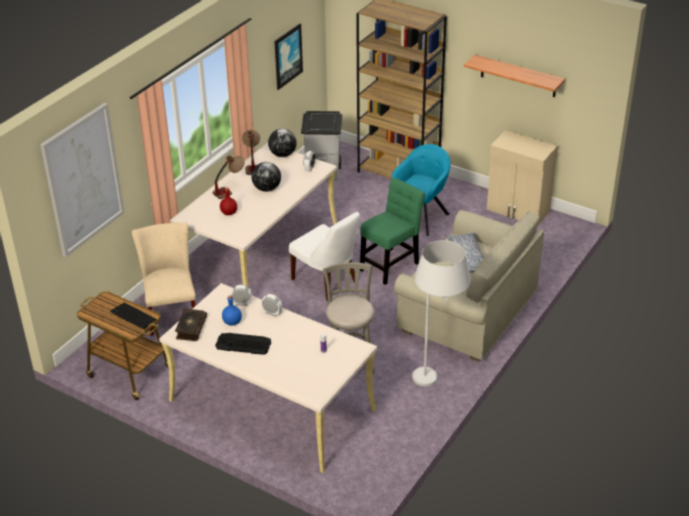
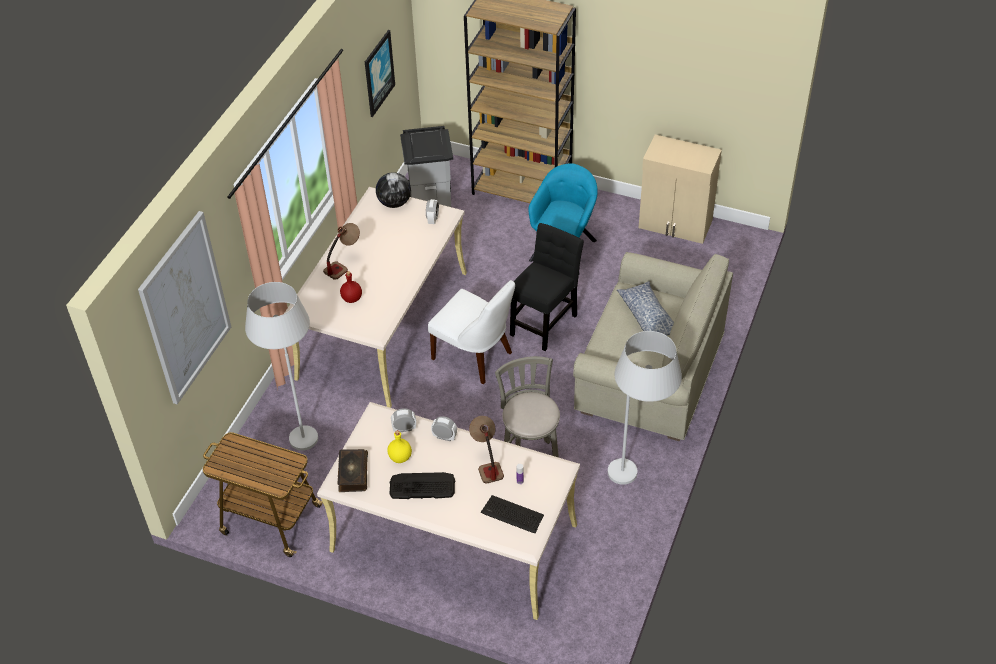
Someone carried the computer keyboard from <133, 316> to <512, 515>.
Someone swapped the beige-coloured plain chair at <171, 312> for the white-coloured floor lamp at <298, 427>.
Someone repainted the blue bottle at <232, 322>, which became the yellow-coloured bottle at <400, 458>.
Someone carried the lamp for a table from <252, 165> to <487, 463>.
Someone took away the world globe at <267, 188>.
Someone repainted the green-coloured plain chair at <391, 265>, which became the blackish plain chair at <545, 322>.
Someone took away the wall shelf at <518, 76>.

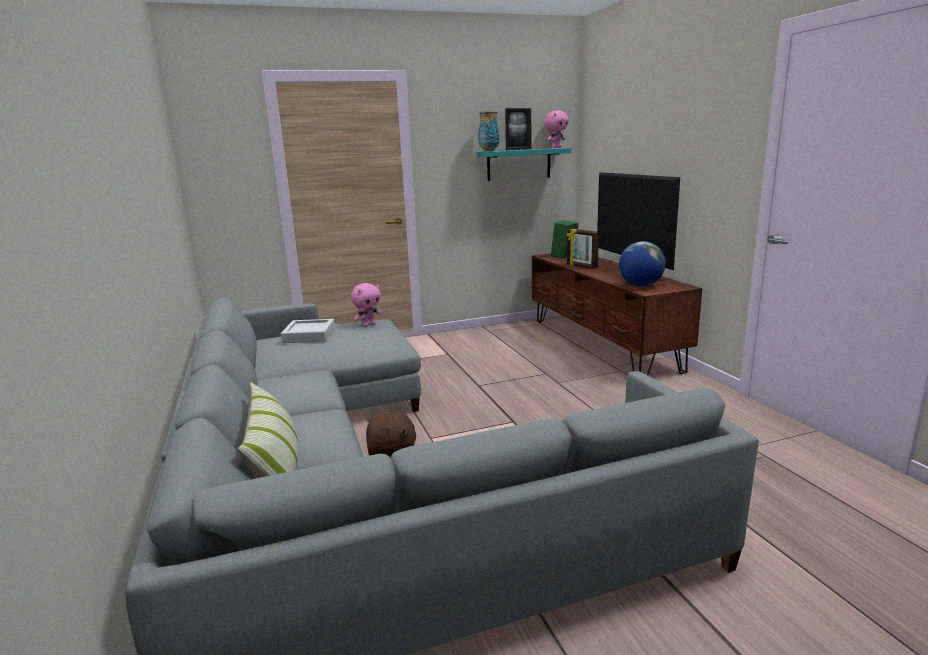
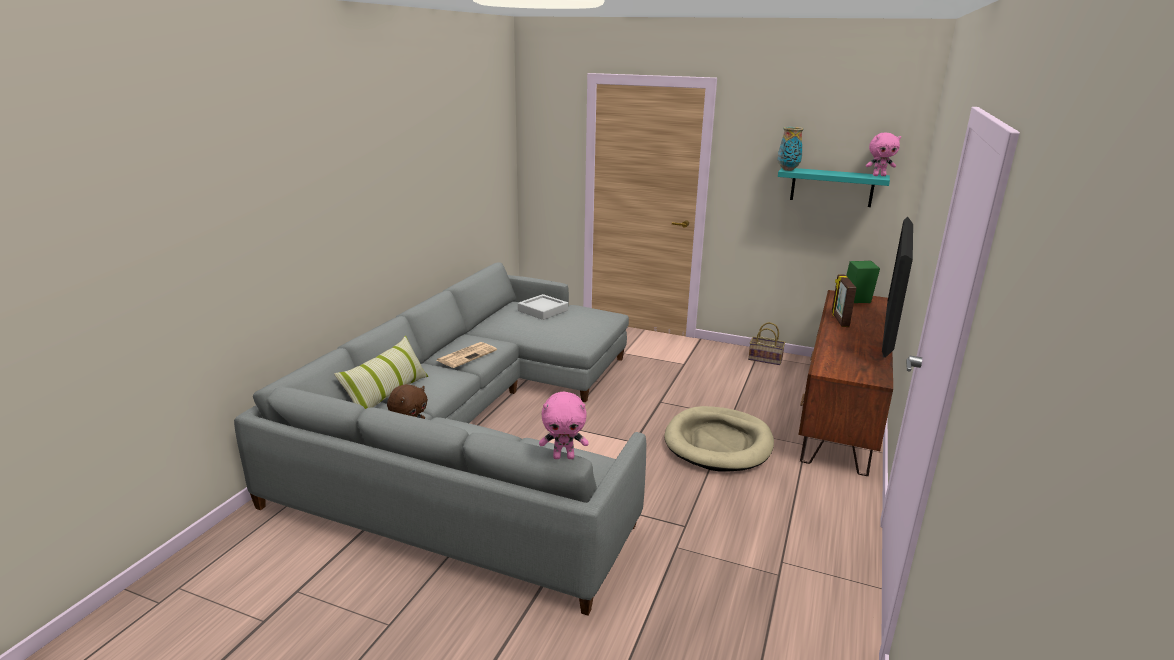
Someone carried the pink-coloured plush toy from <368, 325> to <564, 457>.
Someone took away the picture frame at <518, 149>.
Someone took away the world globe at <640, 285>.
Someone put down the printed paper at <467, 355>.
Someone put down the beige-coloured dog bed at <718, 443>.
Someone put down the storage basket at <766, 359>.

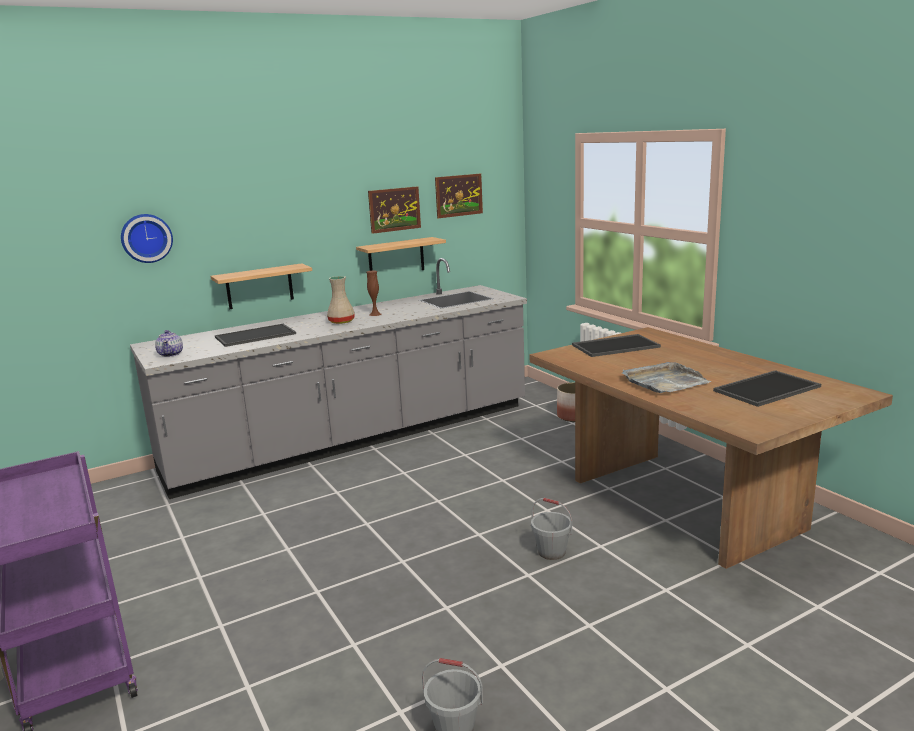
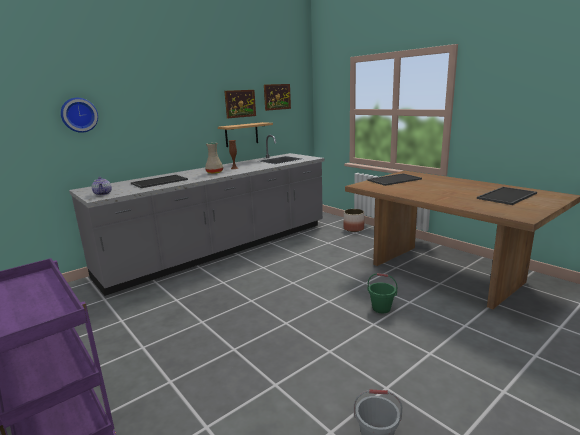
Someone took away the wall shelf at <259, 286>.
Someone repainted the greyish pail at <552, 552>, which became the green-coloured pail at <381, 308>.
Someone took away the greyish carrying tray at <664, 381>.

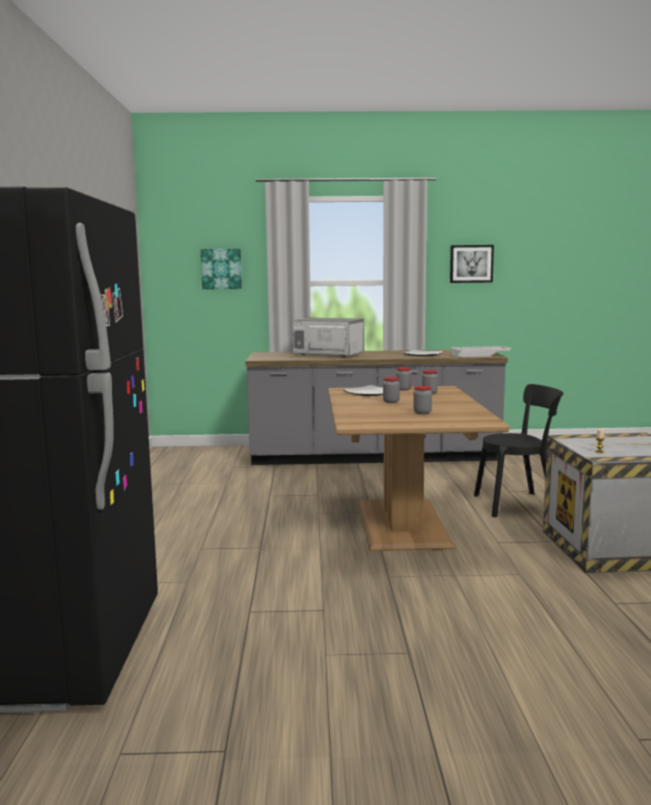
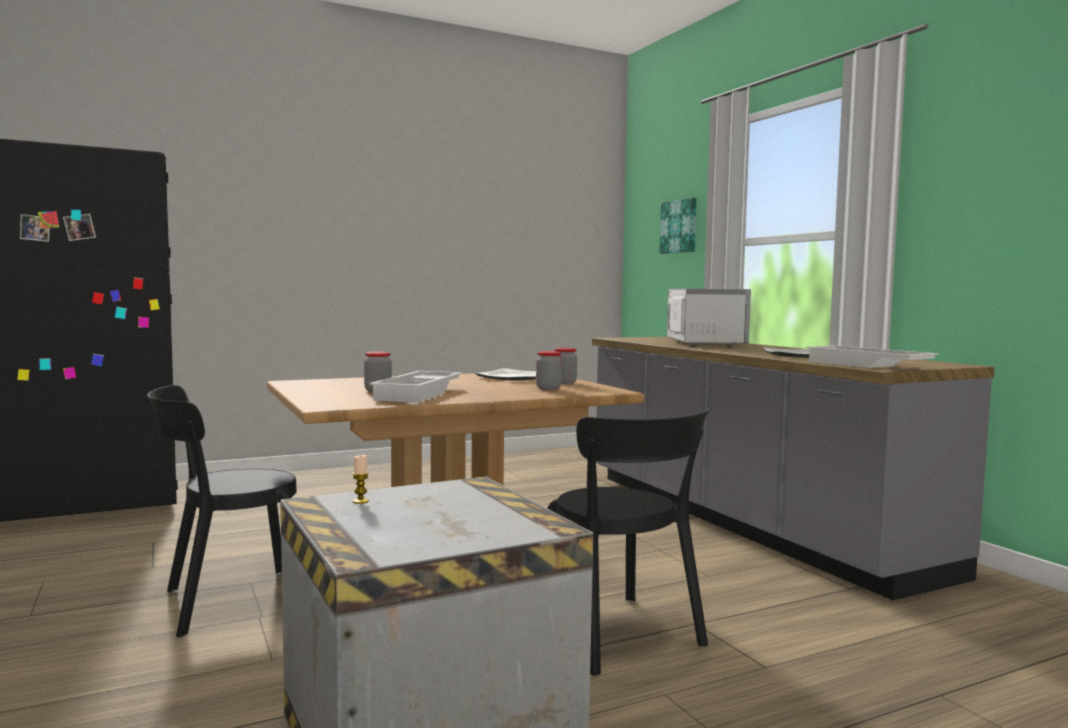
Someone took away the storage jar at <391, 401>.
Someone took away the wall picture at <471, 264>.
Someone put down the blackish plain chair at <227, 602>.
Someone put down the white-coloured carrying tray at <420, 394>.

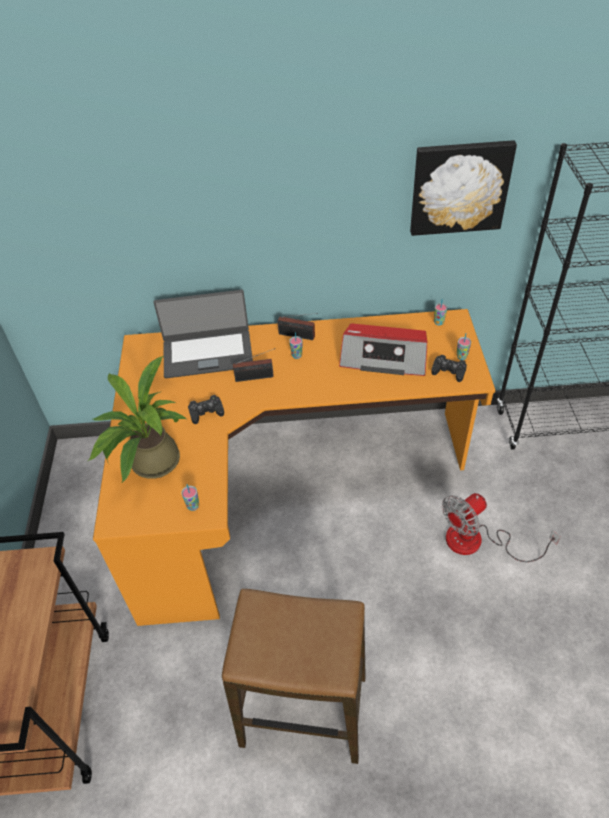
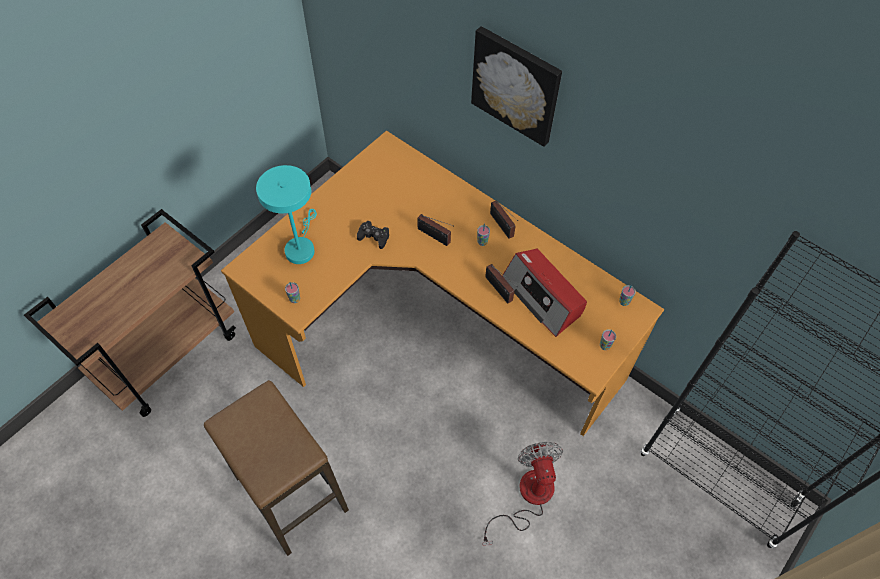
Someone swapped the potted plant at <150, 465> for the turquoise lamp for a table at <300, 247>.
Someone took away the notebook computer at <207, 353>.
Someone carried the wall picture from <459, 187> to <516, 85>.
Someone took away the blackish joypad at <448, 371>.
Someone rotated the fan at <477, 542> by 75 degrees clockwise.
Someone put down the radio at <499, 290>.

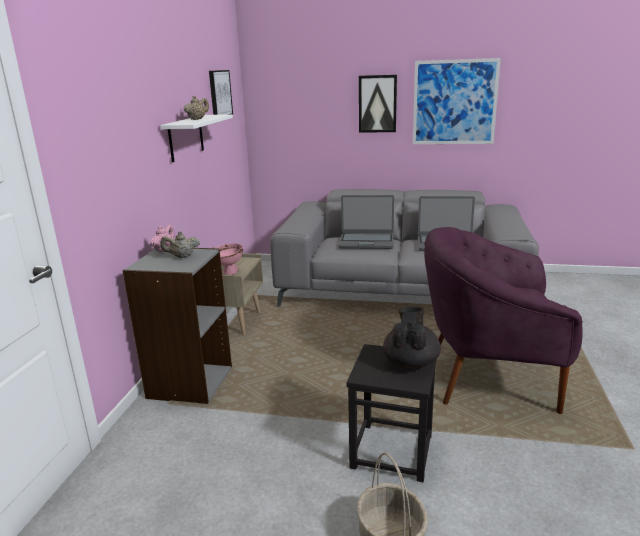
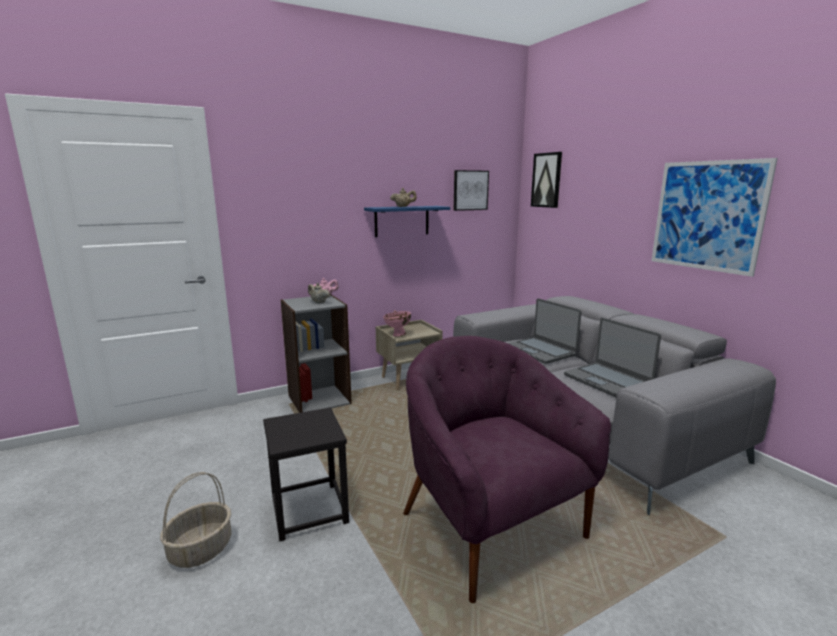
Someone repainted the white-coloured wall shelf at <186, 137>, which became the blue wall shelf at <402, 221>.
Someone carried the wall picture from <377, 104> to <546, 180>.
Someone took away the blackish pot for tea at <411, 362>.

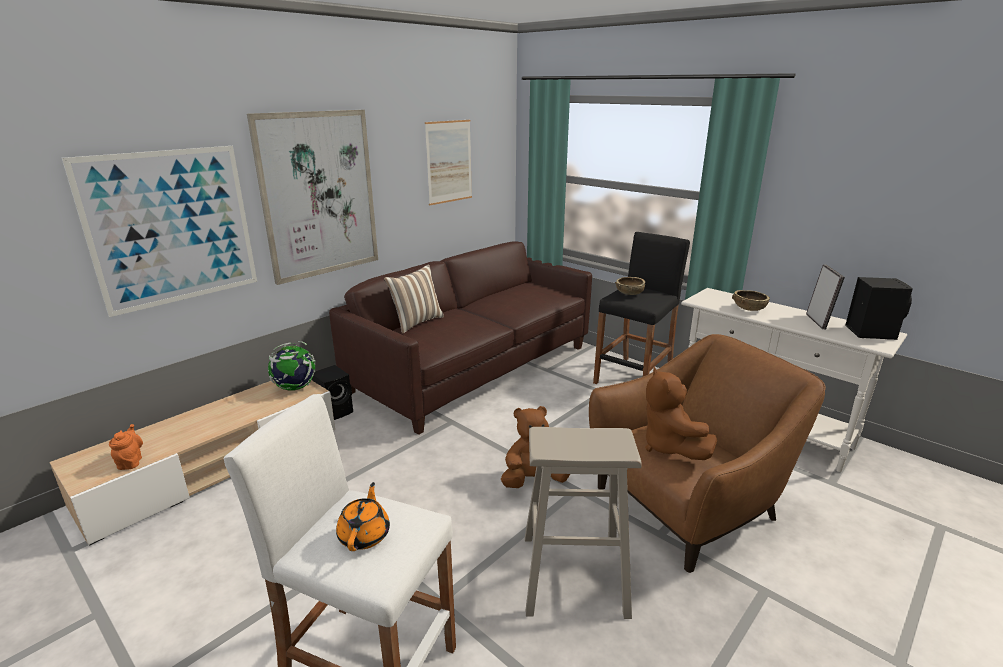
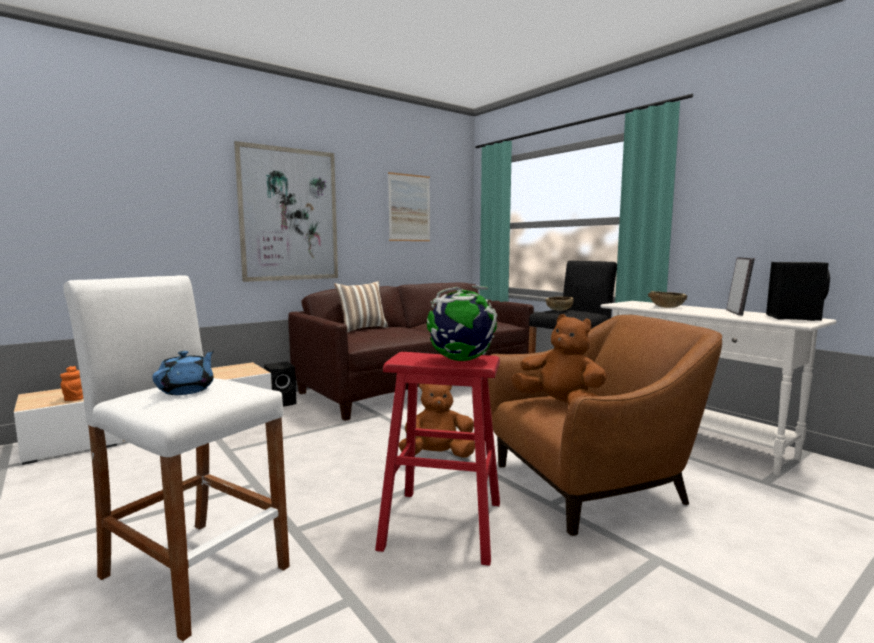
Someone took away the wall picture at <172, 228>.
Someone carried the world globe from <295, 388> to <461, 360>.
Someone repainted the orange-coloured pot for tea at <365, 535>, which became the blue pot for tea at <187, 390>.
Someone repainted the beige-coloured stool at <573, 574>, which became the red stool at <442, 525>.
Someone rotated the brownish plush toy at <669, 446> by 135 degrees clockwise.

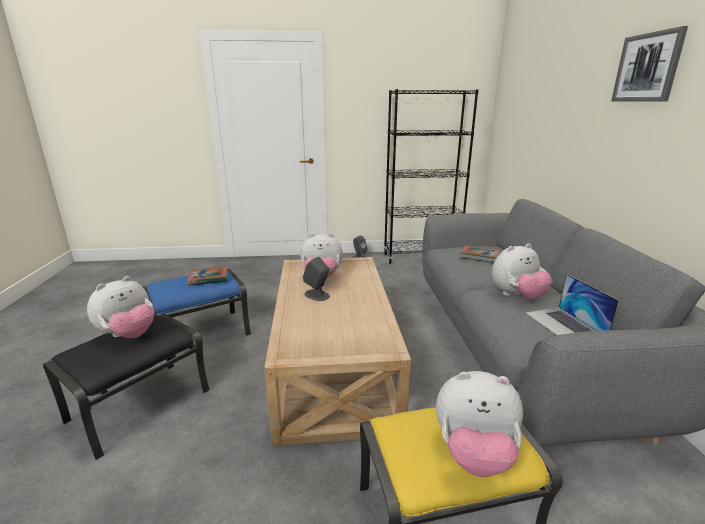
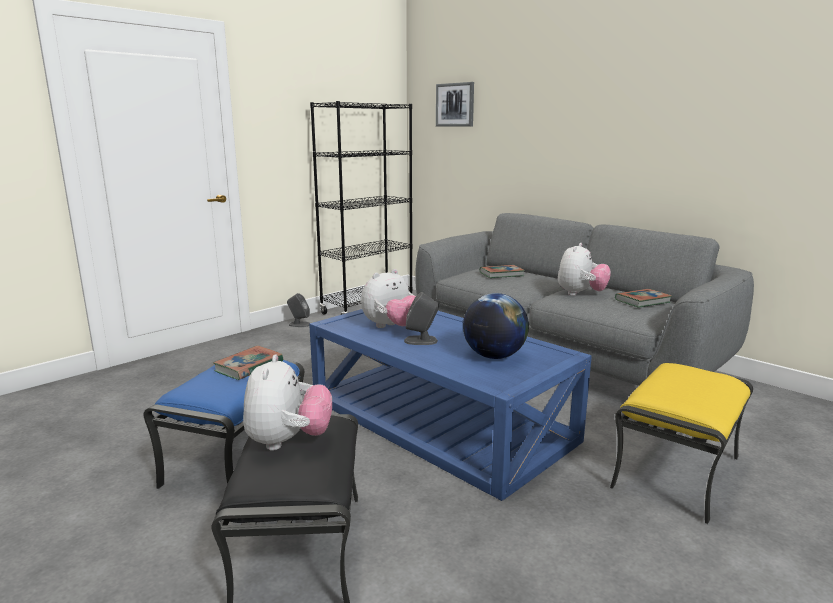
Someone repainted the beige-coloured low table at <335, 361>, which became the blue low table at <440, 419>.
Someone took away the plush toy at <474, 454>.
Someone swapped the notebook computer at <565, 325> for the bound book at <642, 301>.
Someone carried the wall picture from <647, 67> to <455, 105>.
Someone put down the world globe at <494, 356>.

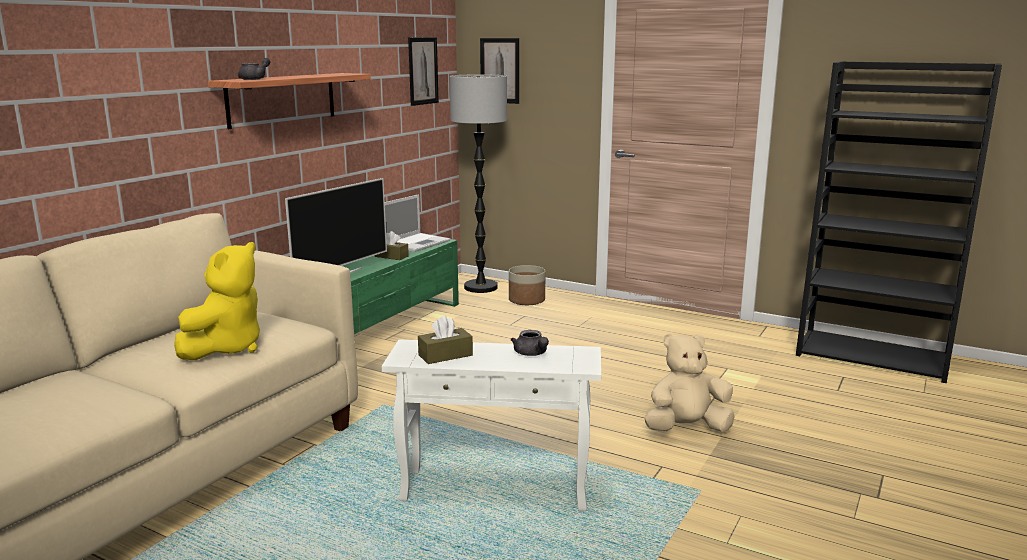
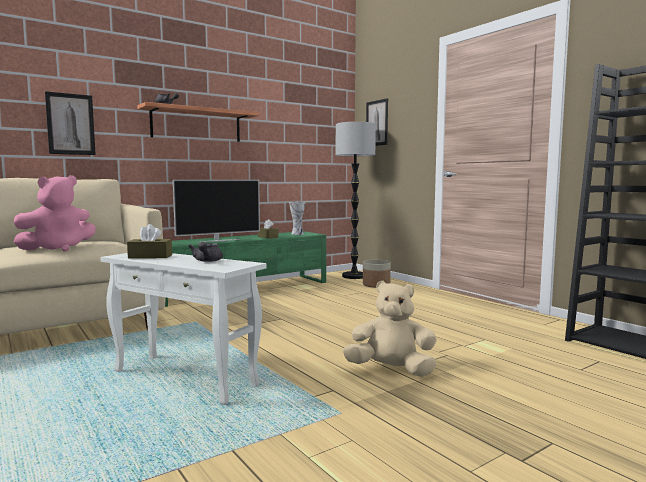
Someone repainted the yellow-coloured plush toy at <226, 348>, which became the pink-coloured plush toy at <58, 249>.
Someone swapped the notebook computer at <417, 242> for the vase at <297, 234>.
Someone carried the wall picture from <423, 71> to <70, 124>.

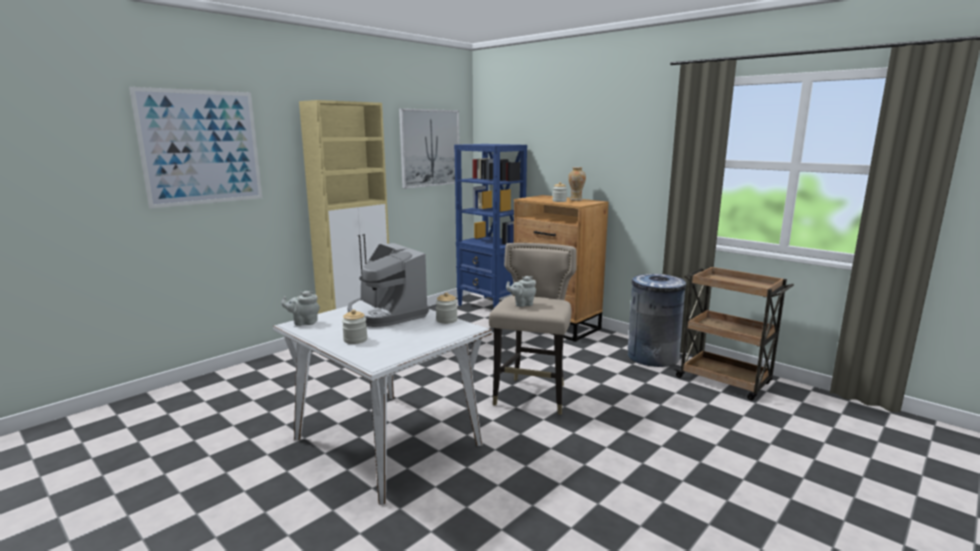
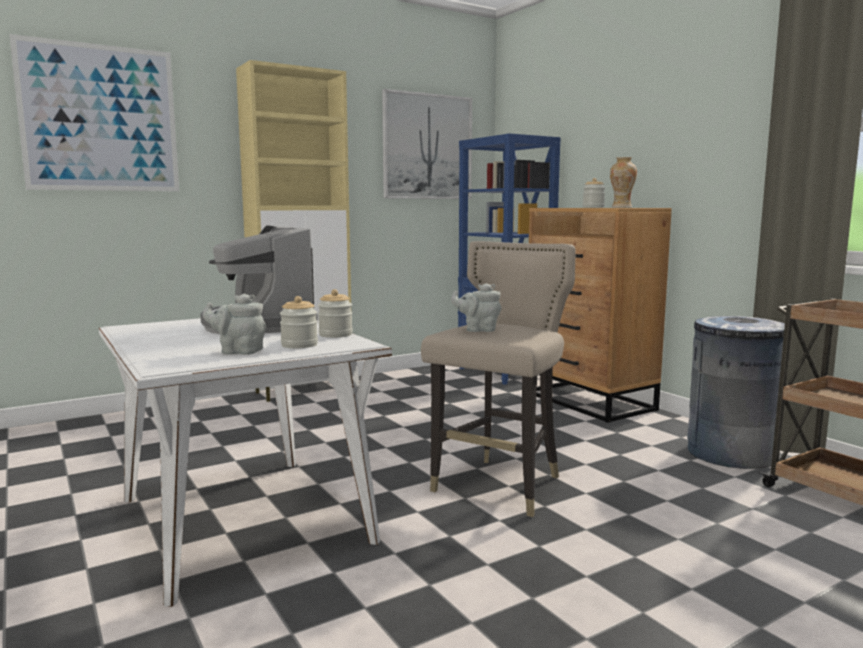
Someone carried the greyish pot for tea from <304, 322> to <238, 351>.
Someone carried the storage jar from <355, 340> to <299, 345>.

